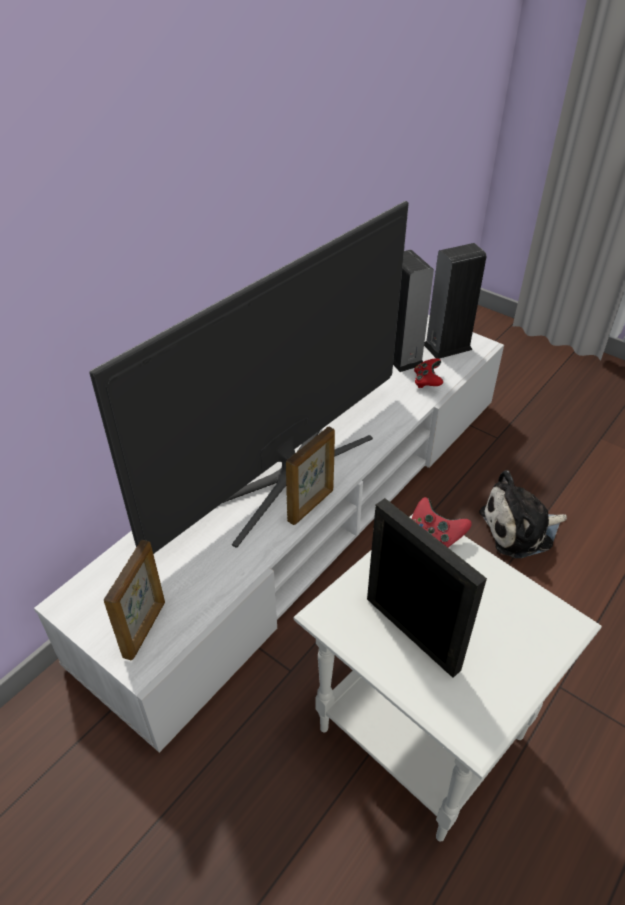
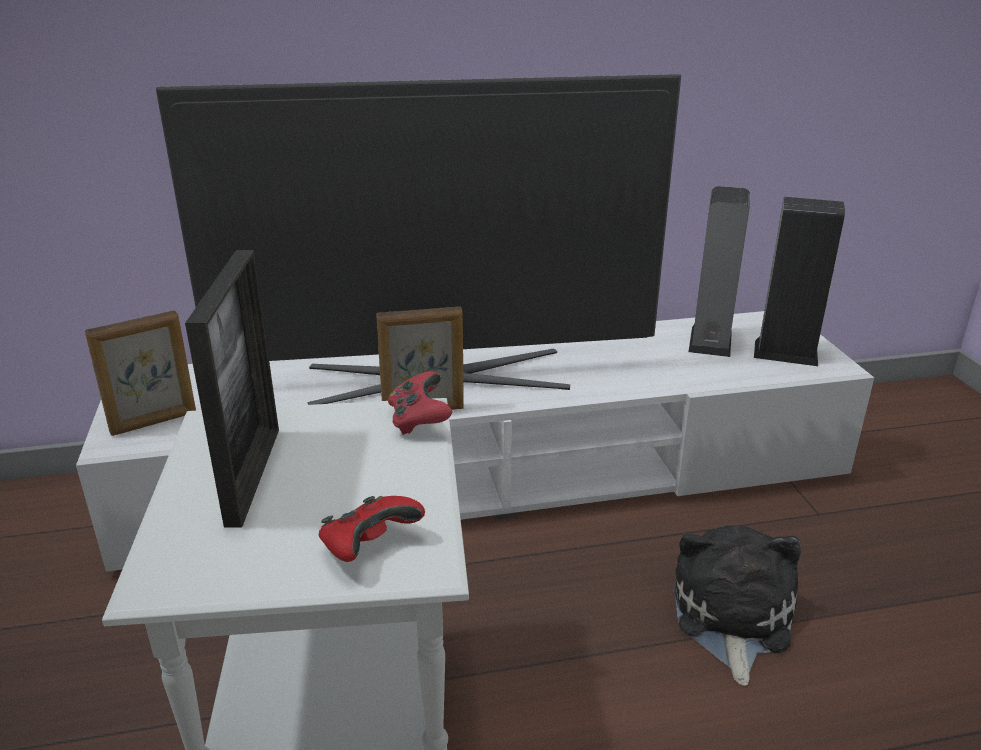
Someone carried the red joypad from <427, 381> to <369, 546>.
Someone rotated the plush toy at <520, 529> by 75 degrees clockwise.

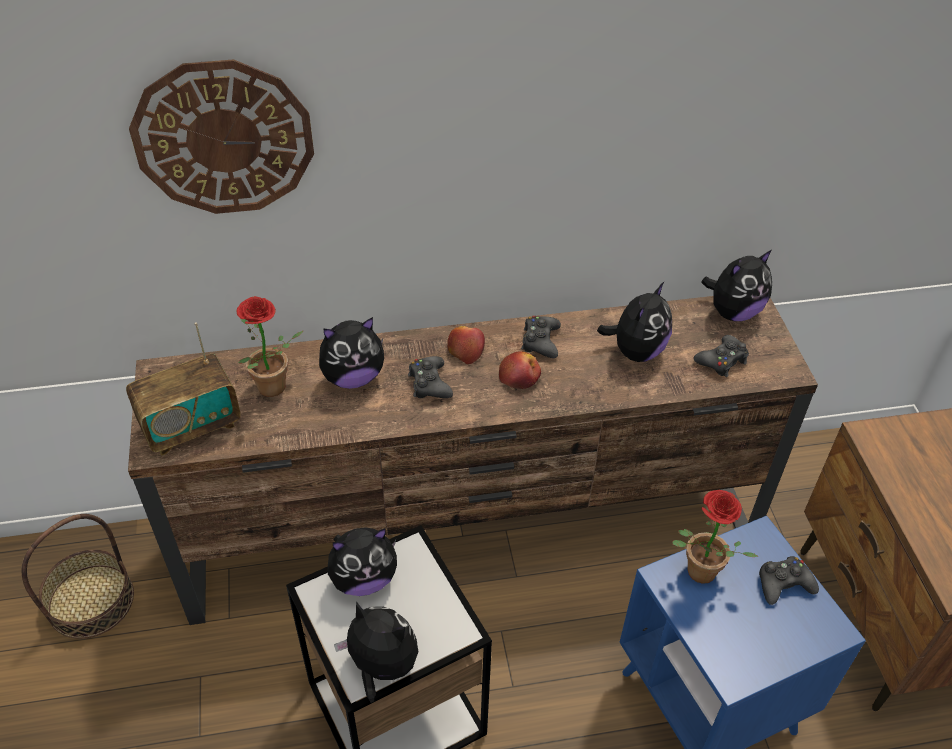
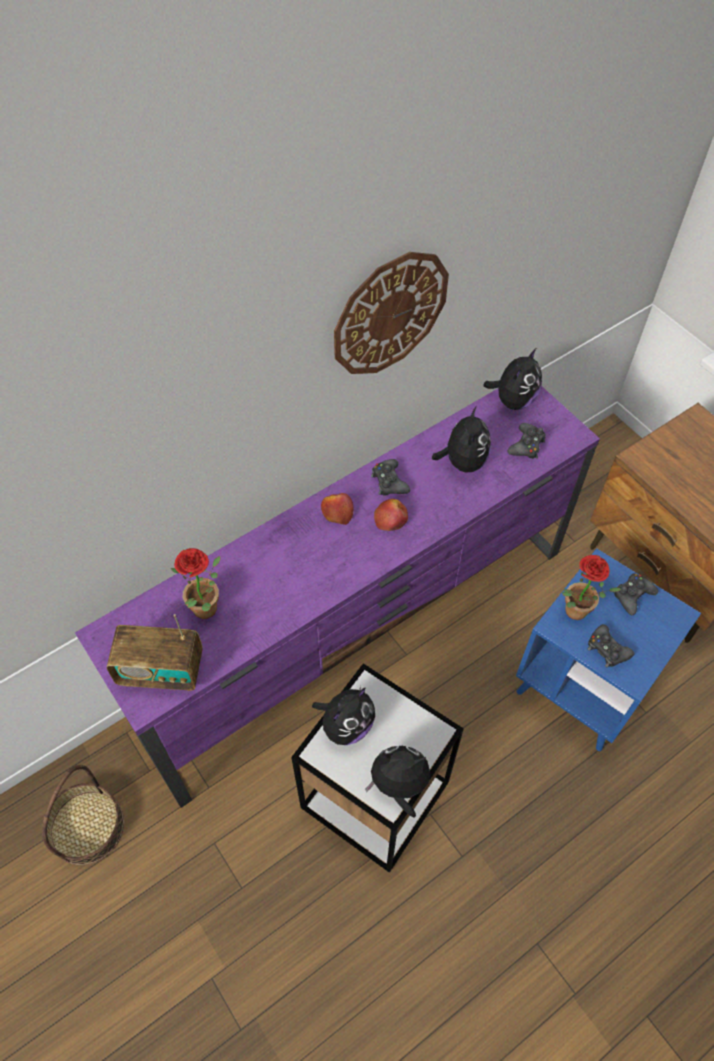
Someone rotated the radio at <191, 426> by 60 degrees clockwise.
Someone repainted the brownish tv stand at <475, 533>, which became the purple tv stand at <358, 634>.
Someone carried the clock on the wall from <224, 138> to <390, 313>.
Someone took away the plush toy at <353, 377>.
Someone carried the blackish joypad from <429, 383> to <607, 649>.

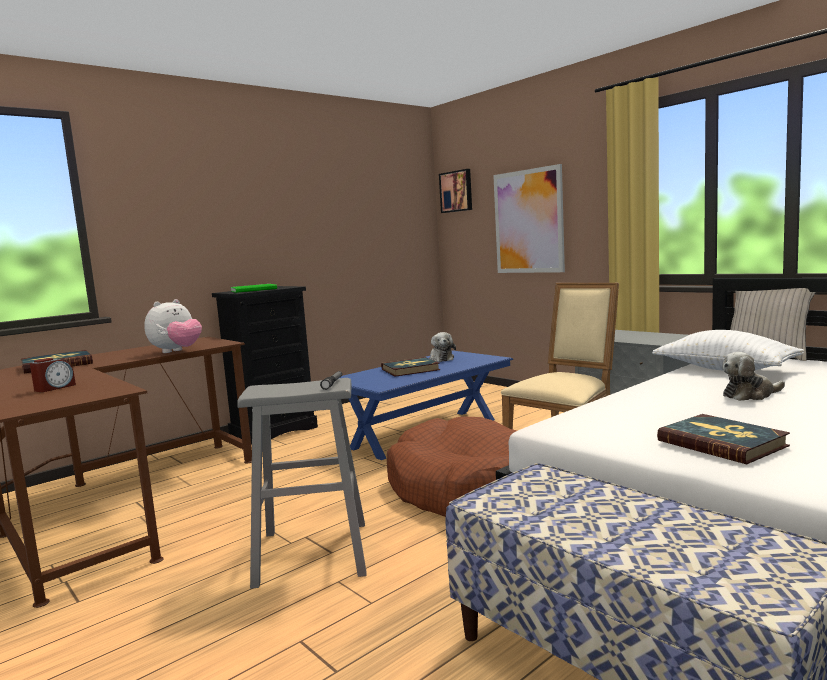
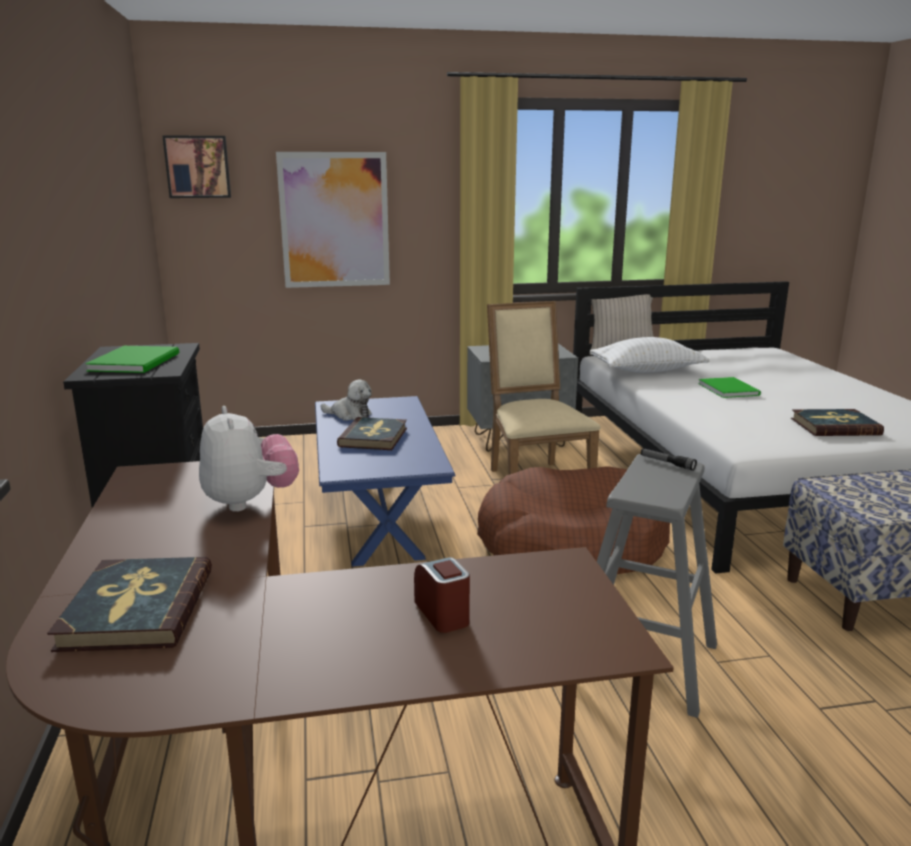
Someone swapped the plush toy at <750, 395> for the green-coloured bound book at <728, 389>.

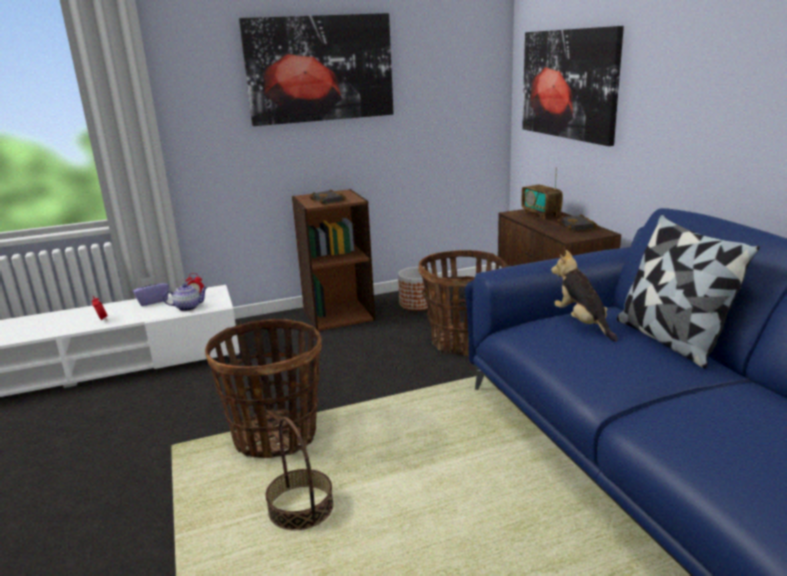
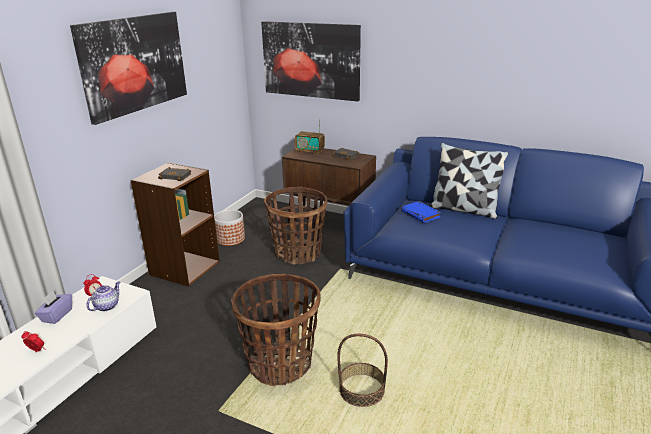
Someone swapped the plush toy at <582, 323> for the blue bound book at <421, 214>.

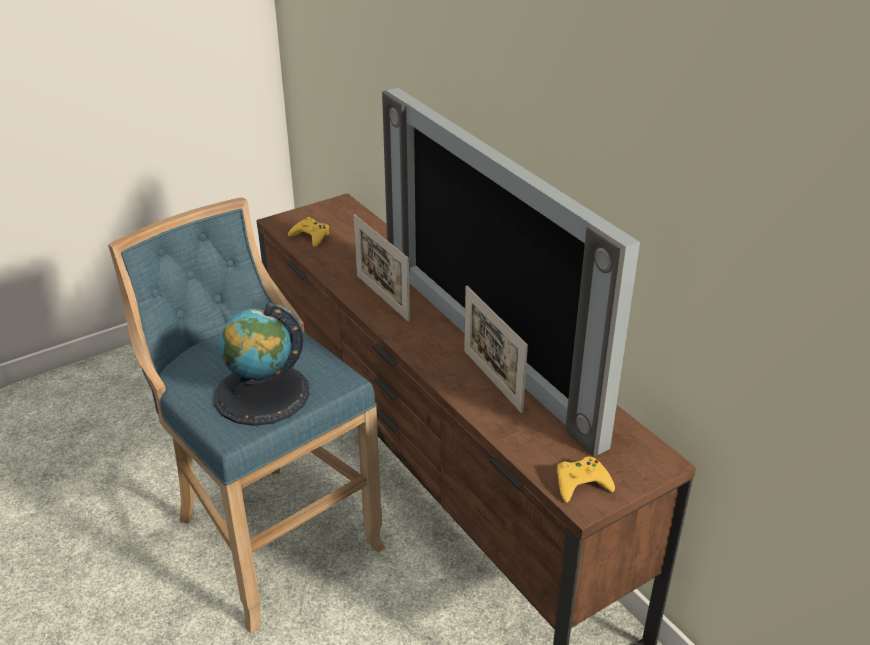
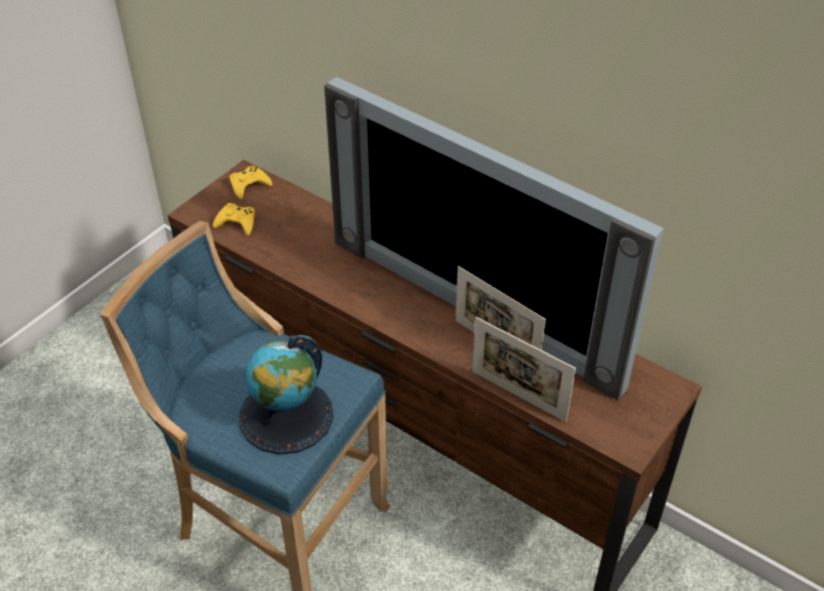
Someone carried the picture frame from <382, 297> to <518, 395>.
Someone carried the yellow-coloured joypad from <581, 483> to <249, 185>.

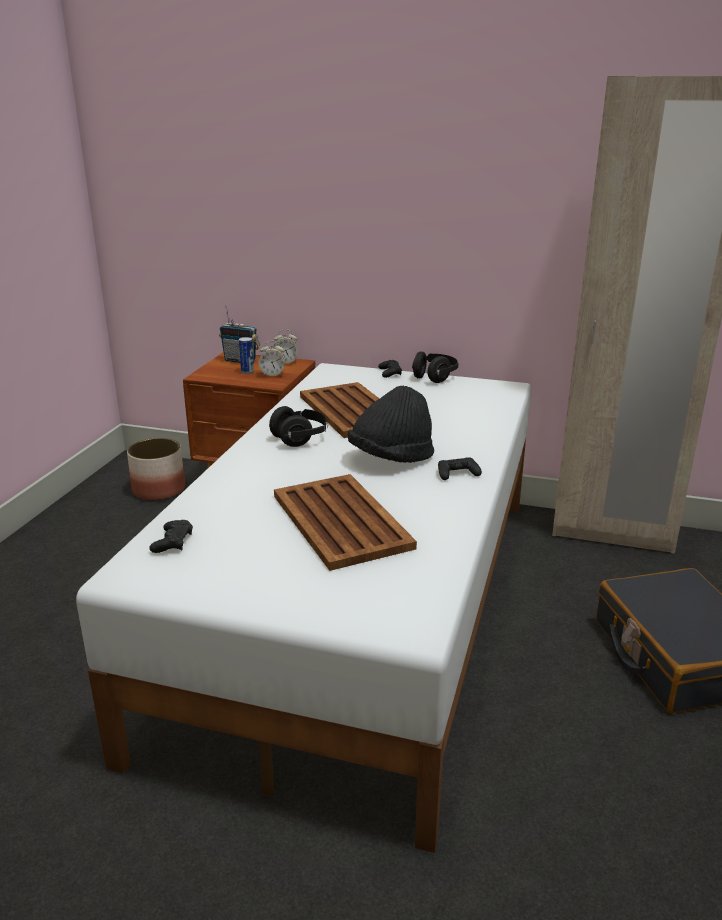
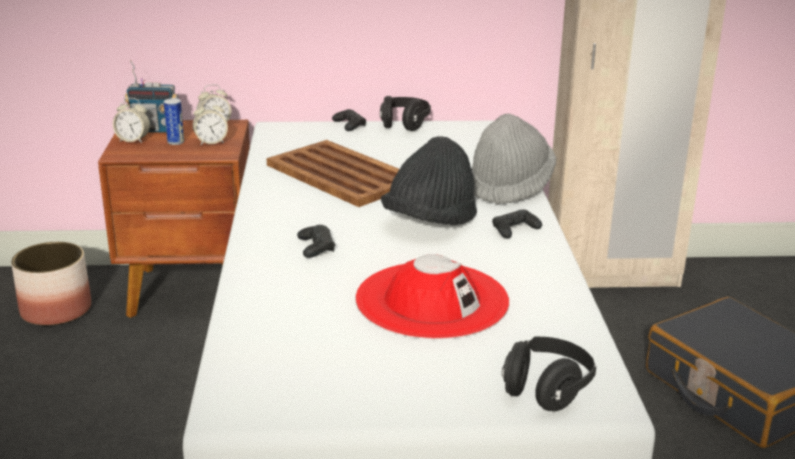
Someone carried the blackish joypad from <172, 542> to <316, 247>.
Someone carried the blackish headphones from <300, 438> to <546, 390>.
Someone swapped the brownish carrying tray at <340, 520> for the red wearable hat at <432, 300>.
Someone put down the alarm clock at <133, 140>.
Someone put down the greyish wearable hat at <510, 187>.

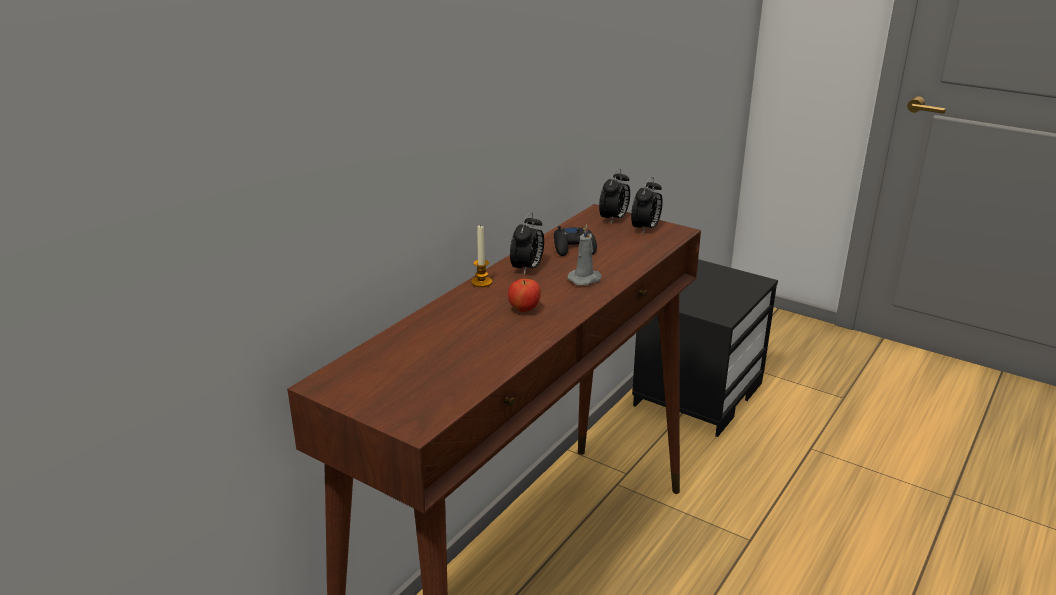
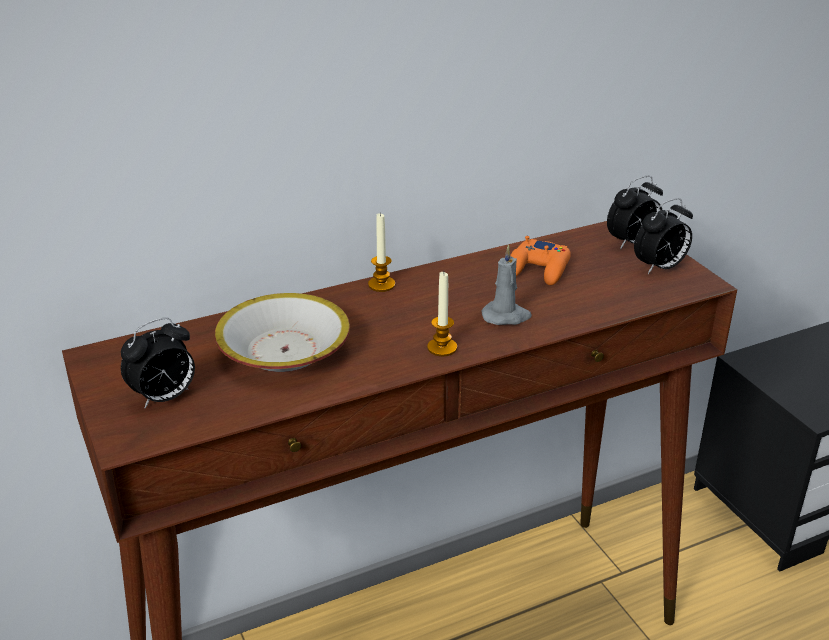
Someone took away the whole apple at <524, 309>.
Someone carried the alarm clock from <527, 269> to <164, 398>.
Someone repainted the blackish joypad at <574, 247>, which became the orange-coloured joypad at <539, 269>.
Someone put down the serving bowl at <284, 351>.
Someone put down the candle at <442, 348>.

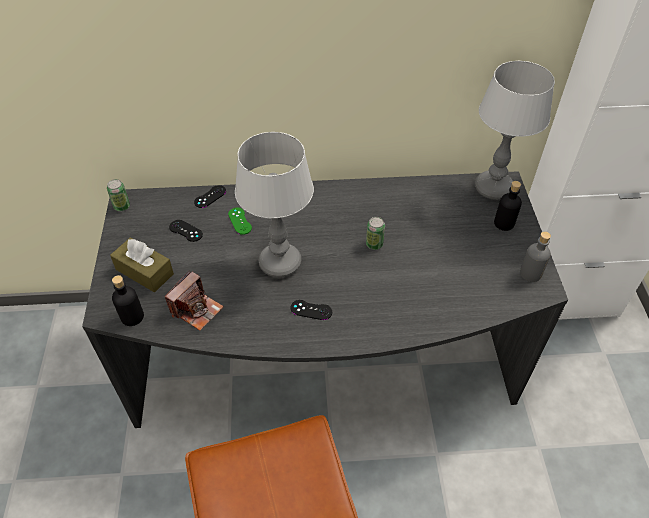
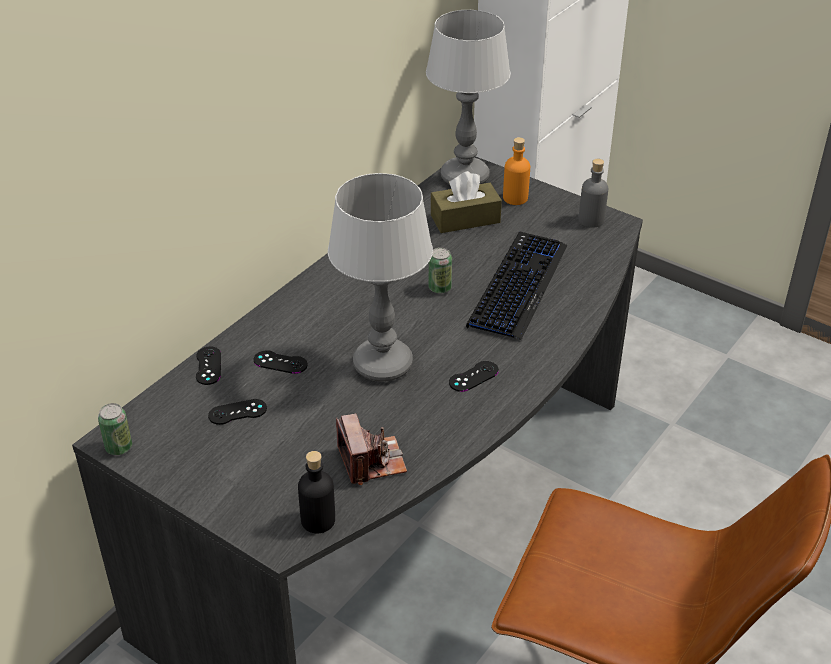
Someone carried the brownish tissue holder from <144, 271> to <465, 219>.
Someone repainted the green-coloured joypad at <240, 221>, which became the blackish joypad at <280, 362>.
Someone repainted the blackish bottle at <504, 223>, which became the orange-coloured bottle at <515, 198>.
Someone put down the computer keyboard at <518, 286>.

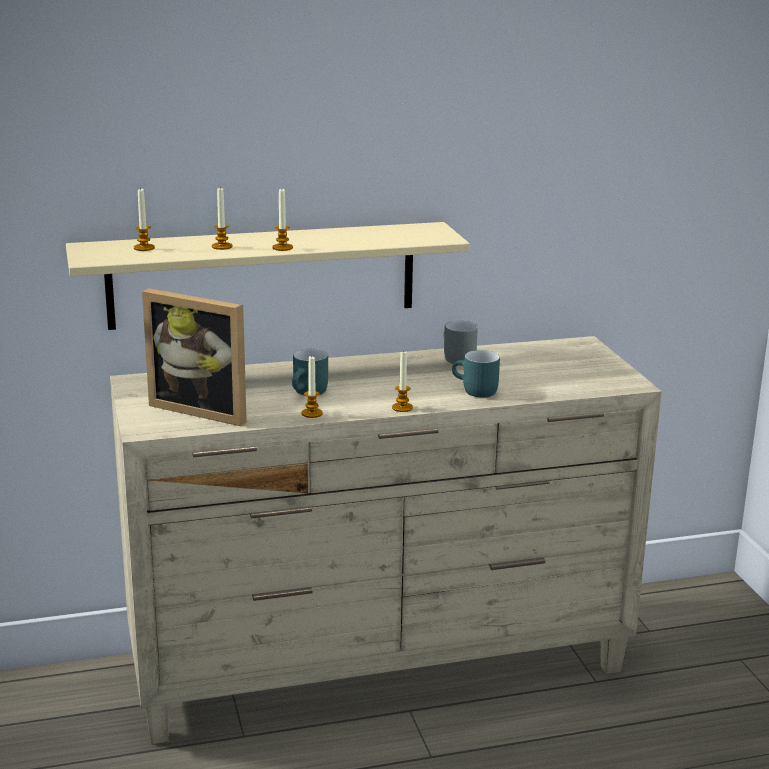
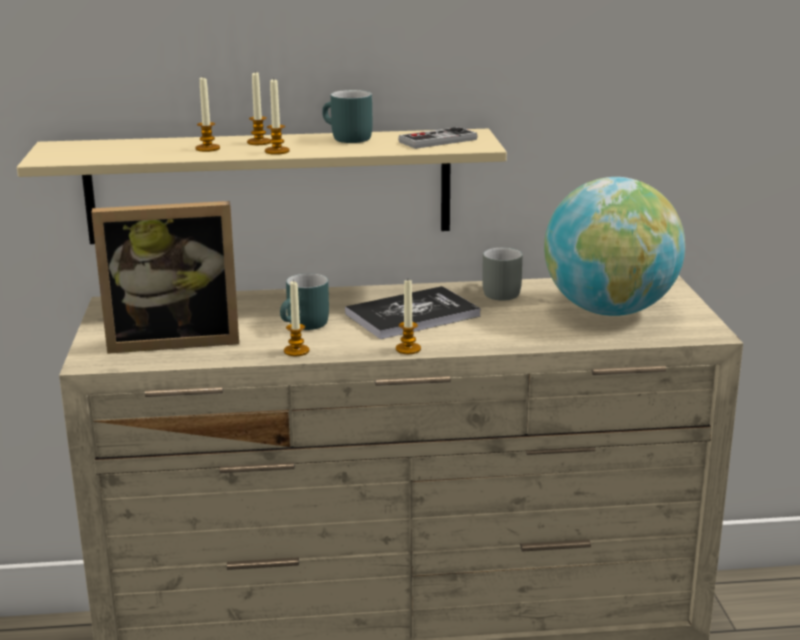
Someone carried the candle from <144, 248> to <259, 142>.
Someone rotated the picture frame at <204, 409> by 45 degrees counterclockwise.
Someone carried the turquoise mug from <474, 391> to <345, 138>.
Someone put down the bound book at <412, 315>.
Someone put down the joypad at <437, 141>.
Someone put down the world globe at <609, 310>.

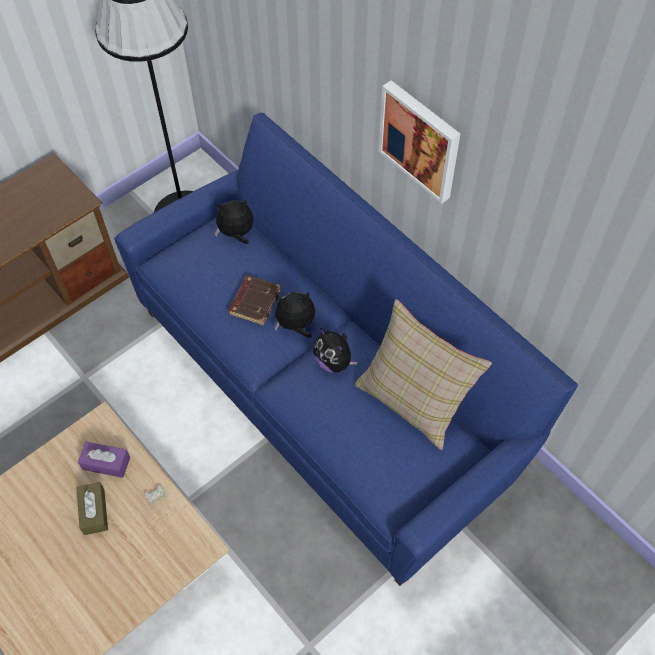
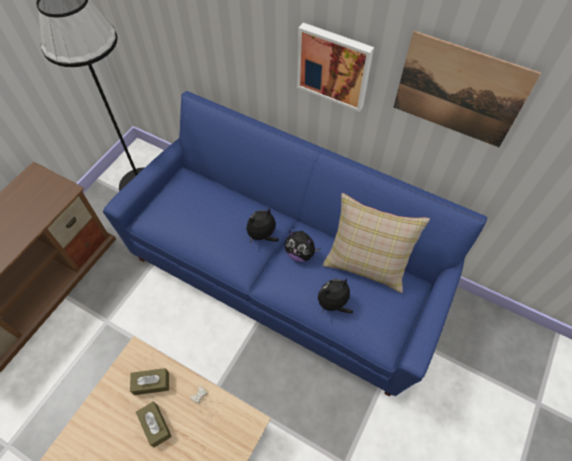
Someone repainted the purple tissue holder at <106, 463>, which became the brownish tissue holder at <151, 383>.
Someone carried the plush toy from <236, 234> to <333, 304>.
Someone took away the brownish bound book at <254, 302>.
Someone put up the wall picture at <459, 91>.

